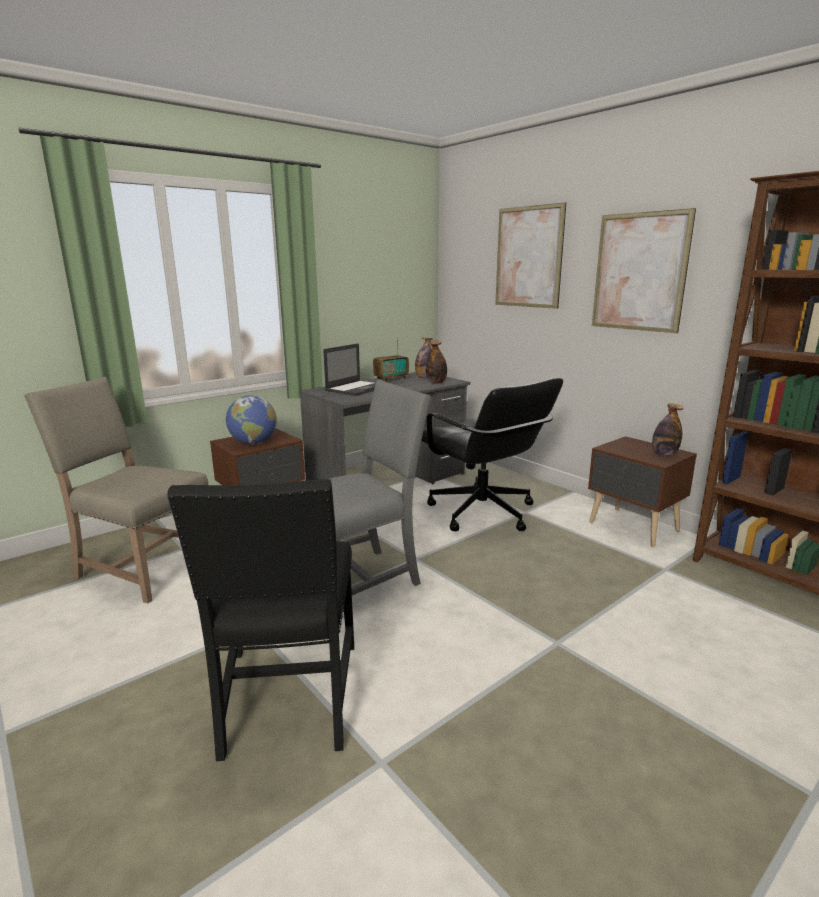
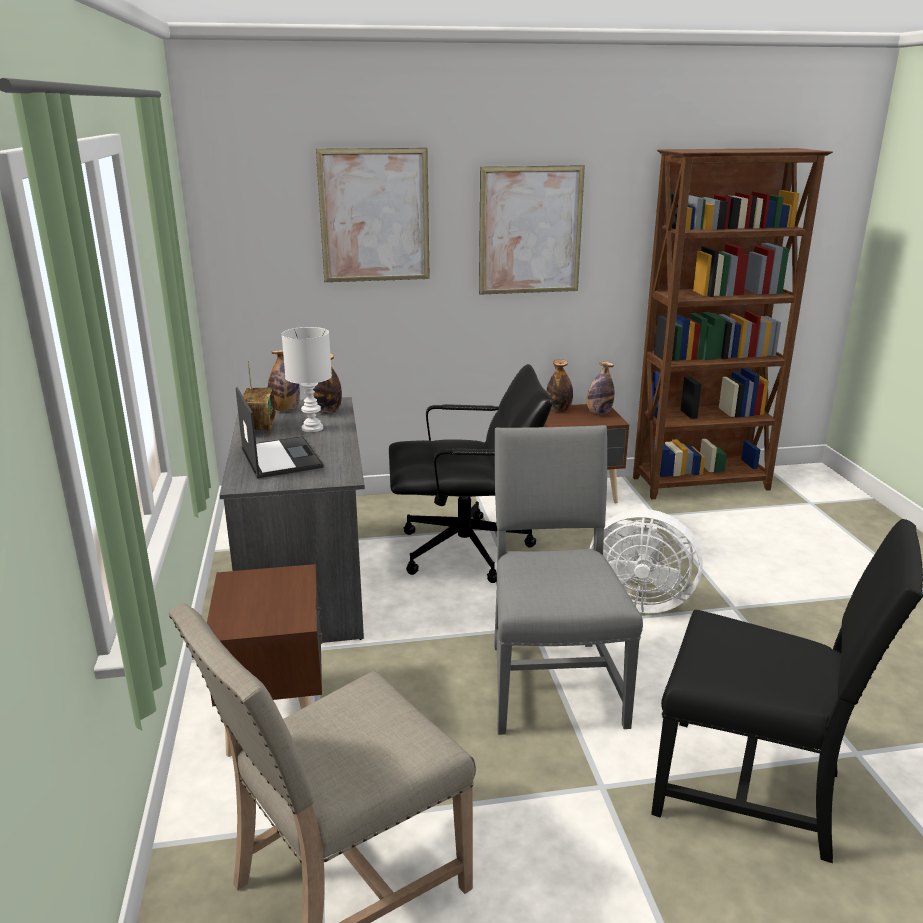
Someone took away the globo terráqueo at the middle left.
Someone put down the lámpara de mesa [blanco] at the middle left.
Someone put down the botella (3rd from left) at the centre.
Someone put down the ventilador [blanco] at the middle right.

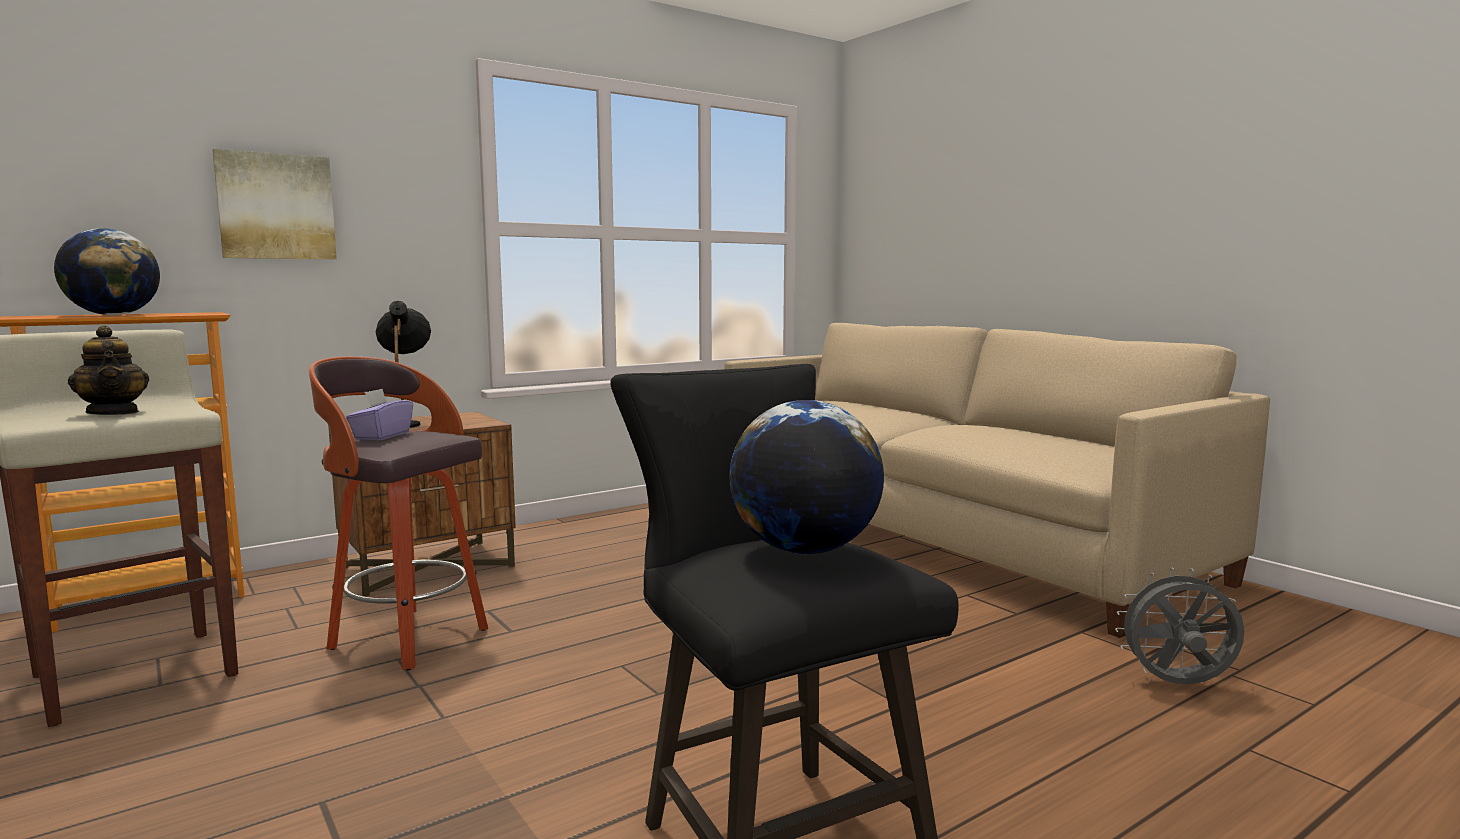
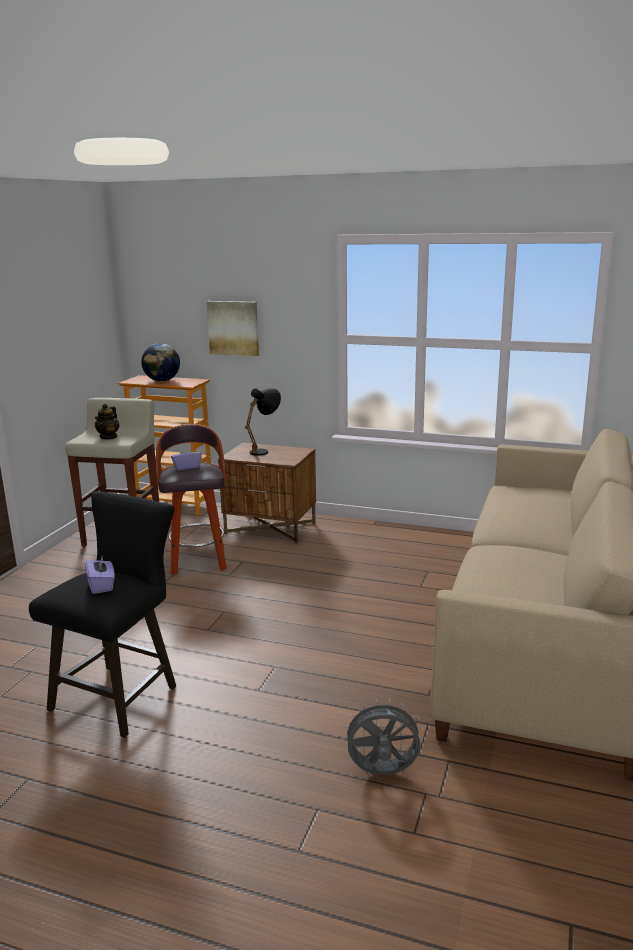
Someone swapped the globo terráqueo (2nd from left) at the centre for the caja de pañuelos [morado] (1st from left) at the middle left.
Someone rotated the ventilador [gris] at the bottom right by 60 degrees counterclockwise.

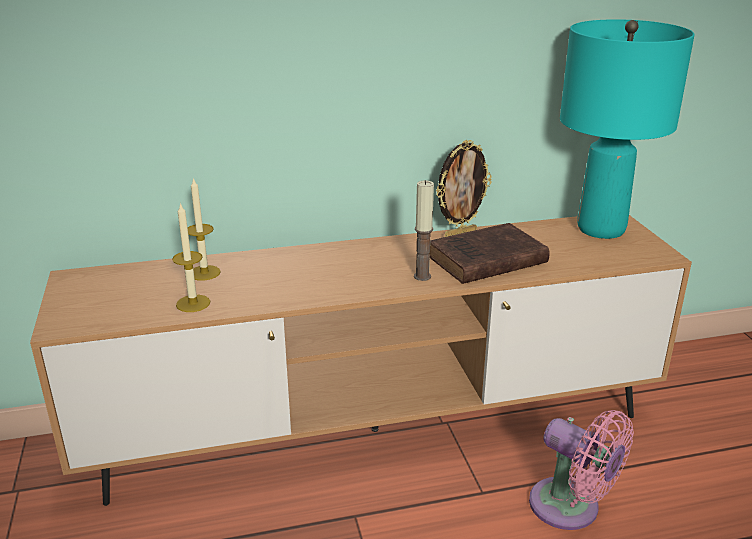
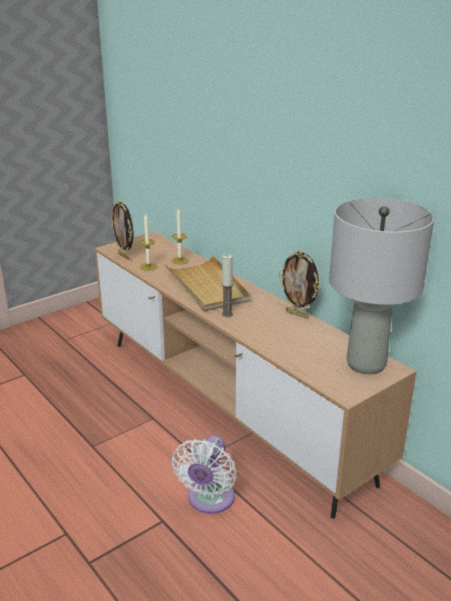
Someone repainted the lámpara de mesa [turquesa] at the top right, which became the lámpara de mesa [gris] at the middle right.
Someone took away the libro [marrón] at the centre.
Someone repainted the ventilador [rosa] at the bottom right, which became the ventilador [blanco] at the bottom centre.
Someone put down the portarretratos (1st from left) at the middle left.
Someone put down the bandeja [beis] at the centre.

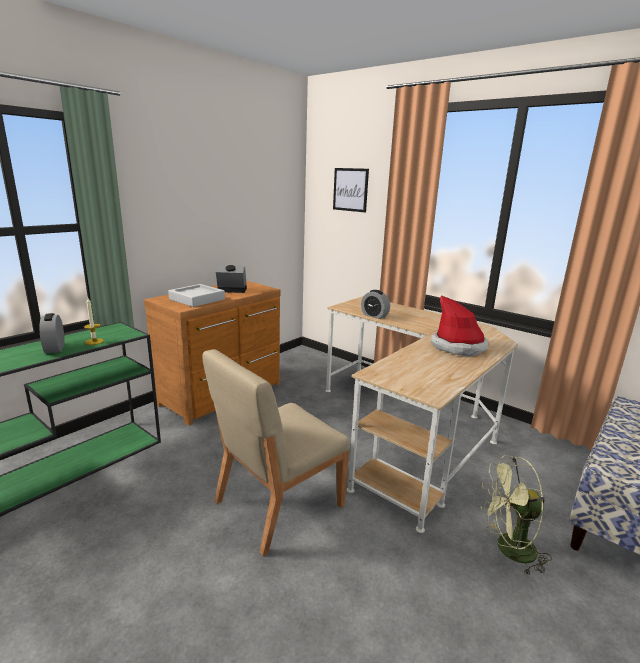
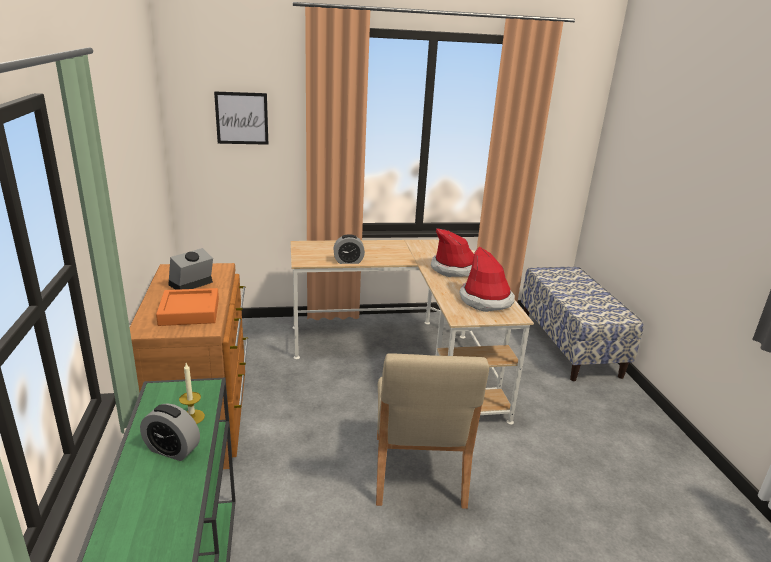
Someone repainted the bandeja [gris] at the middle left, which became the bandeja [naranja] at the middle left.
Someone took away the ventilador [verde] at the bottom right.
Someone put down the sombrero (2nd from left) at the centre.

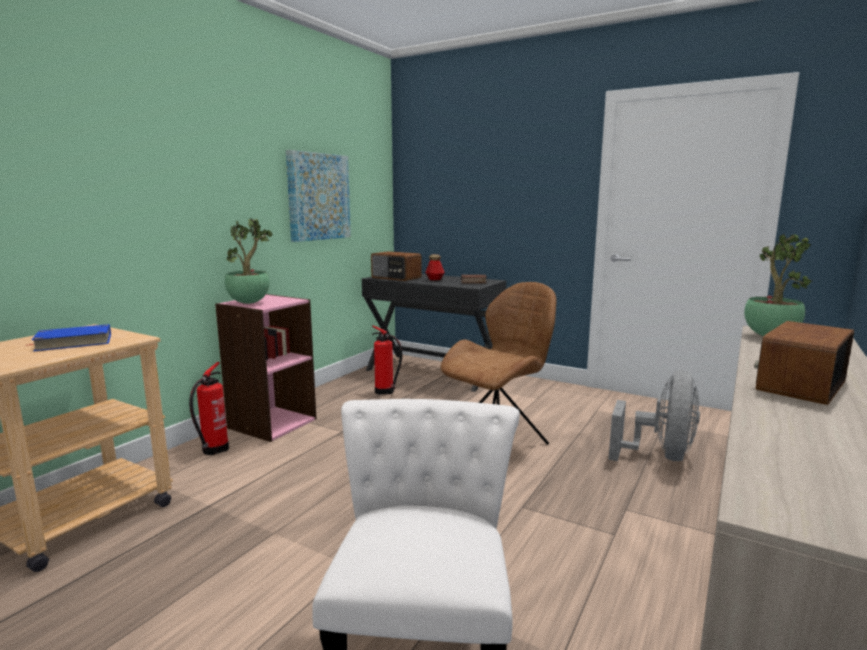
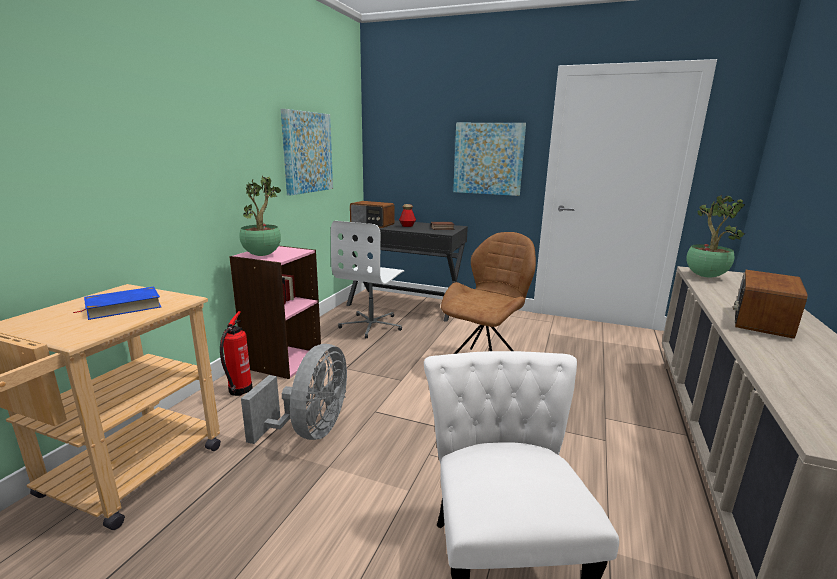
Someone swapped the extintor (2nd from left) at the centre for the silla de oficina [blanco] at the centre.
Someone carried the ventilador [gris] from the middle right to the bottom centre.
Someone put up the cuadro (2nd from left) at the top centre.

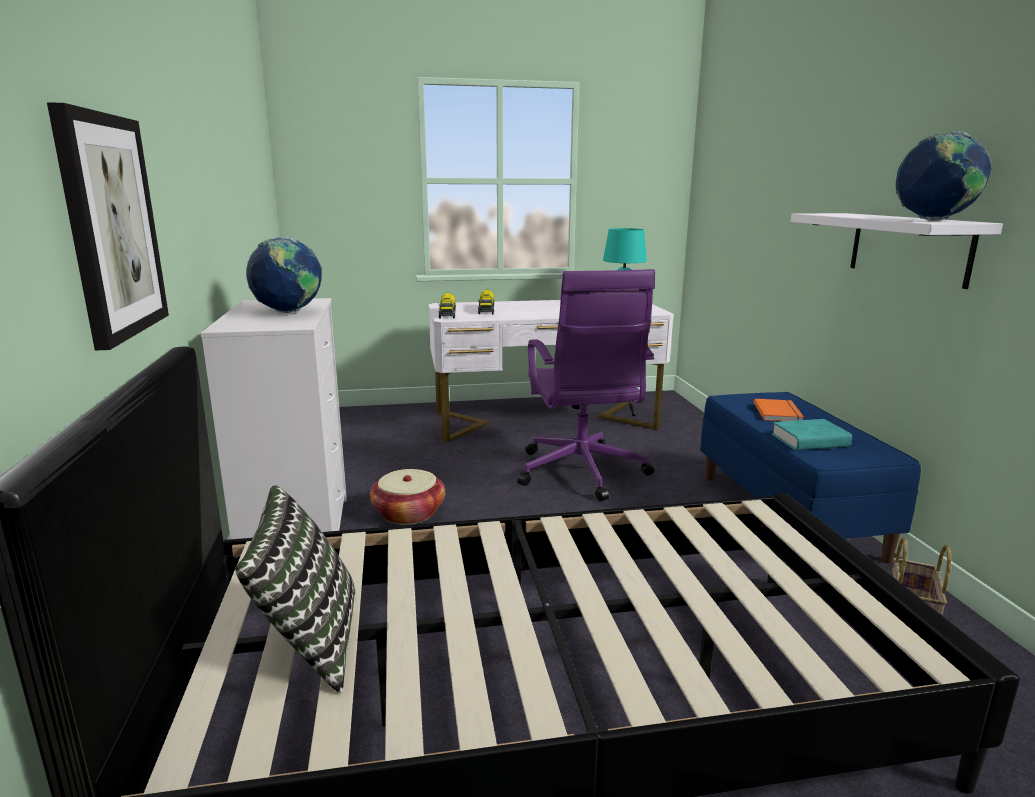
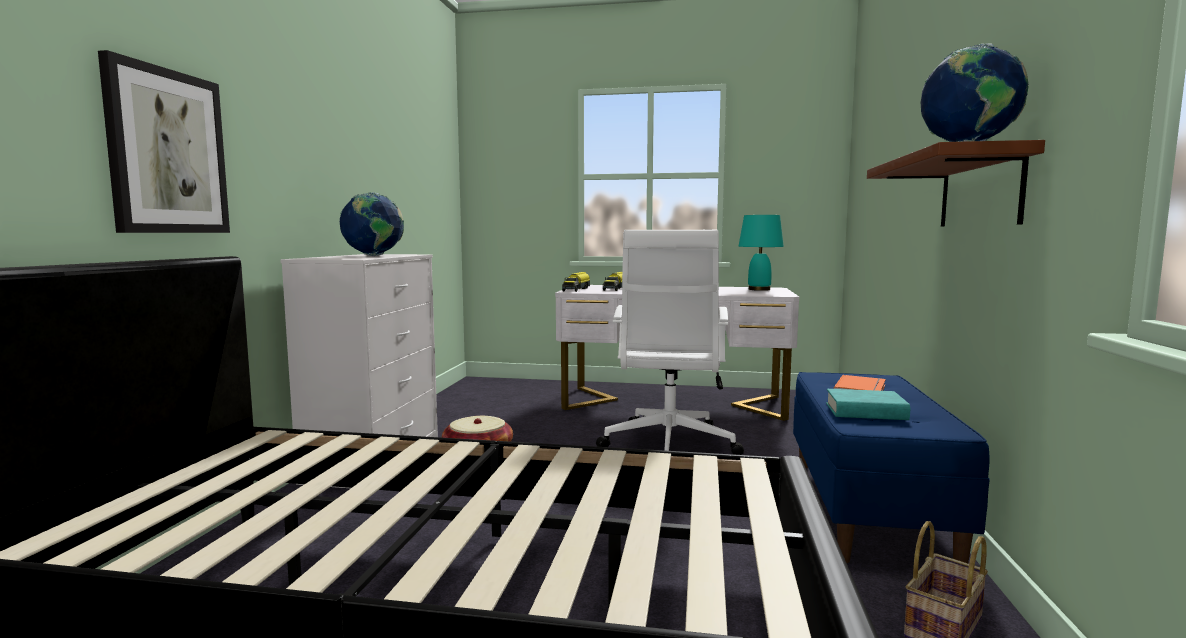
Someone repainted the estante [blanco] at the top right, which became the estante [marrón] at the top right.
Someone repainted the silla de oficina [morado] at the centre, which became the silla de oficina [blanco] at the centre.
Someone took away the cojín at the bottom left.

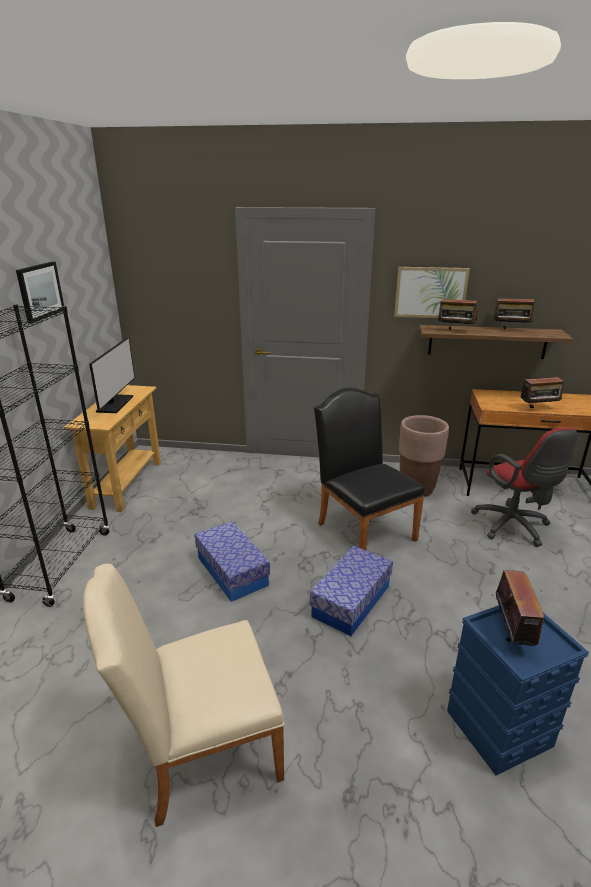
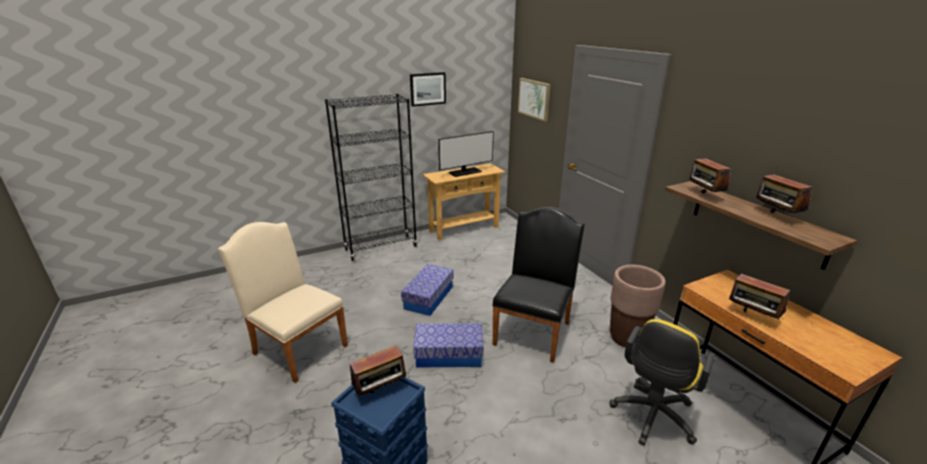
Someone carried the cuadro (2nd from left) from the top right to the top centre.
Someone repainted the silla de oficina [rojo] at the middle right, which became the silla de oficina [amarillo] at the bottom right.

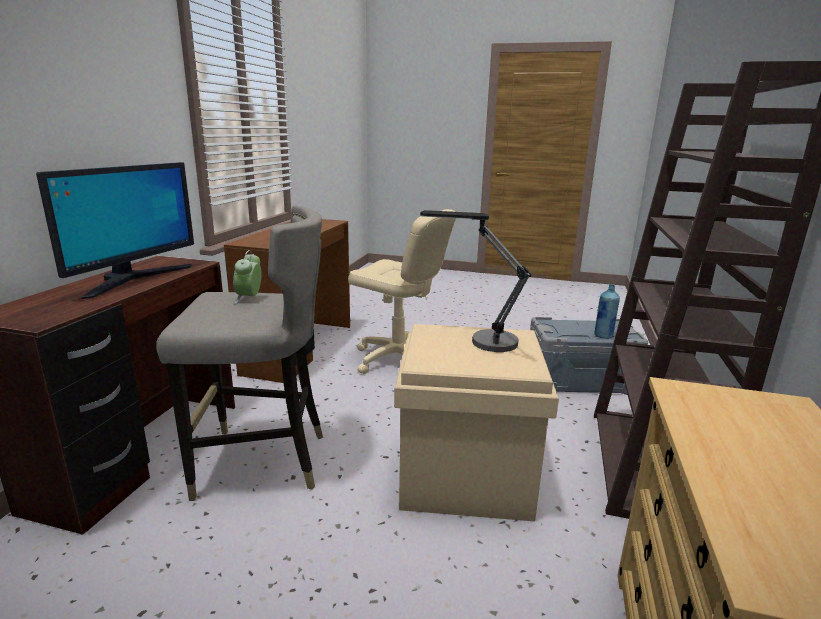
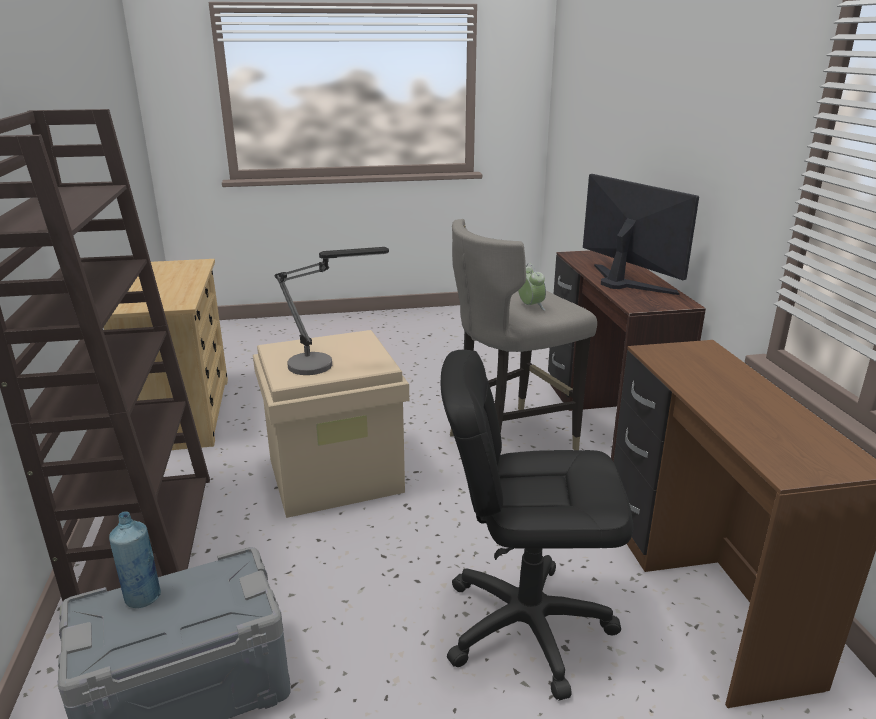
Someone rotated the monitor at the middle left by 150 degrees clockwise.
Someone repainted the silla de oficina [beis] at the centre, which became the silla de oficina [negro] at the bottom centre.

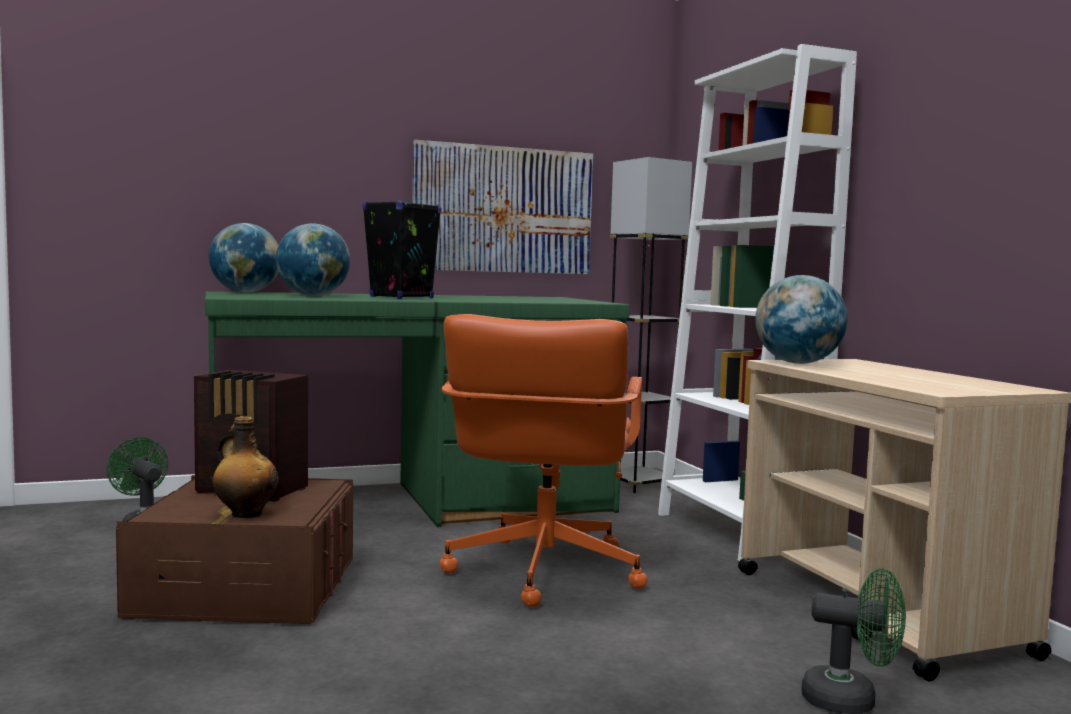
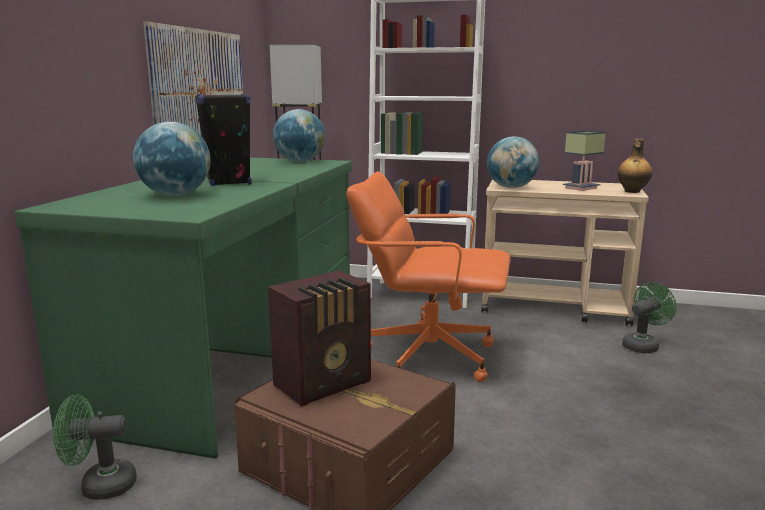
Someone carried the globo terráqueo (1st from left in the first image) from the middle left to the top centre.
Someone rotated the silla de oficina [naranja] at the centre by 150 degrees clockwise.
Someone carried the botella from the middle left to the top right.
Someone put down the lámpara de mesa at the top right.

